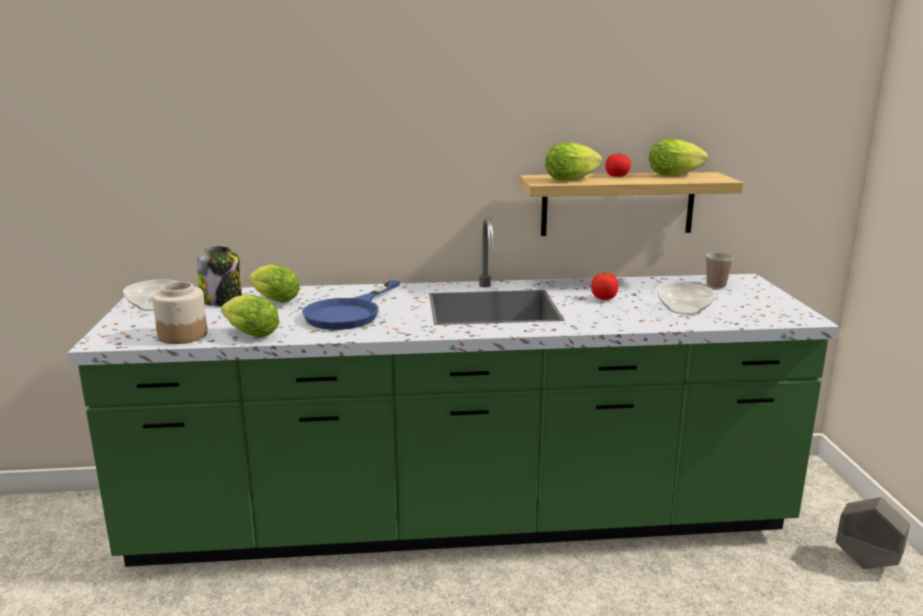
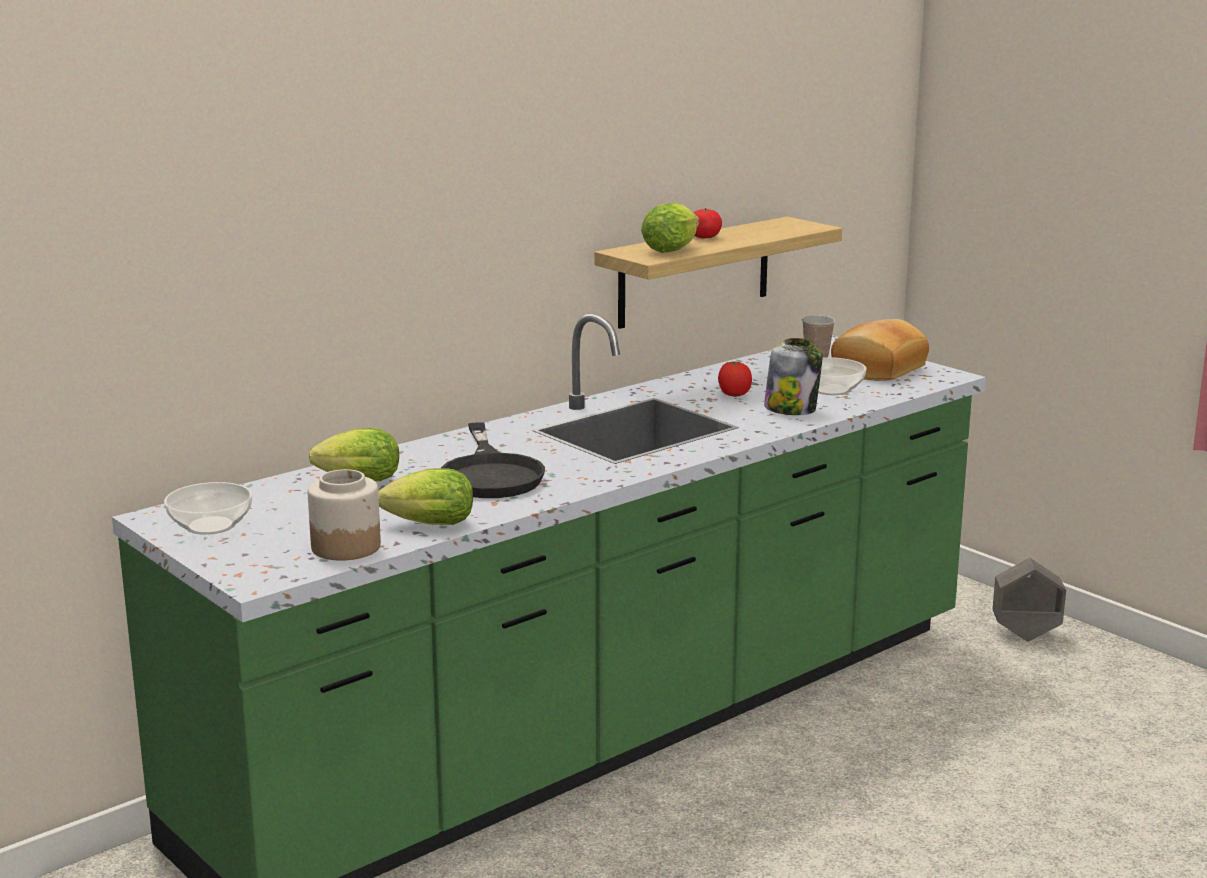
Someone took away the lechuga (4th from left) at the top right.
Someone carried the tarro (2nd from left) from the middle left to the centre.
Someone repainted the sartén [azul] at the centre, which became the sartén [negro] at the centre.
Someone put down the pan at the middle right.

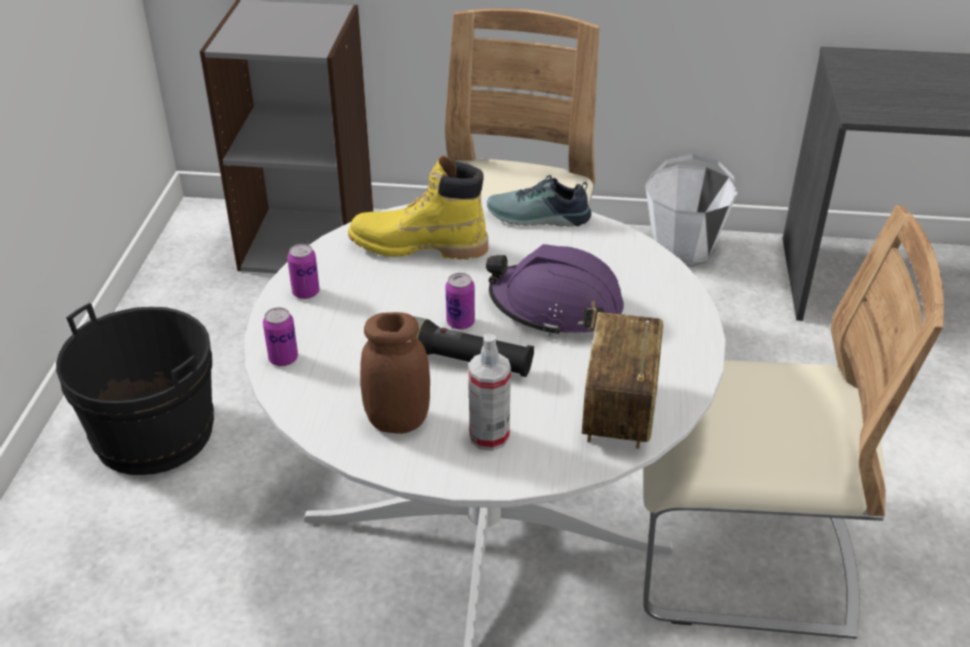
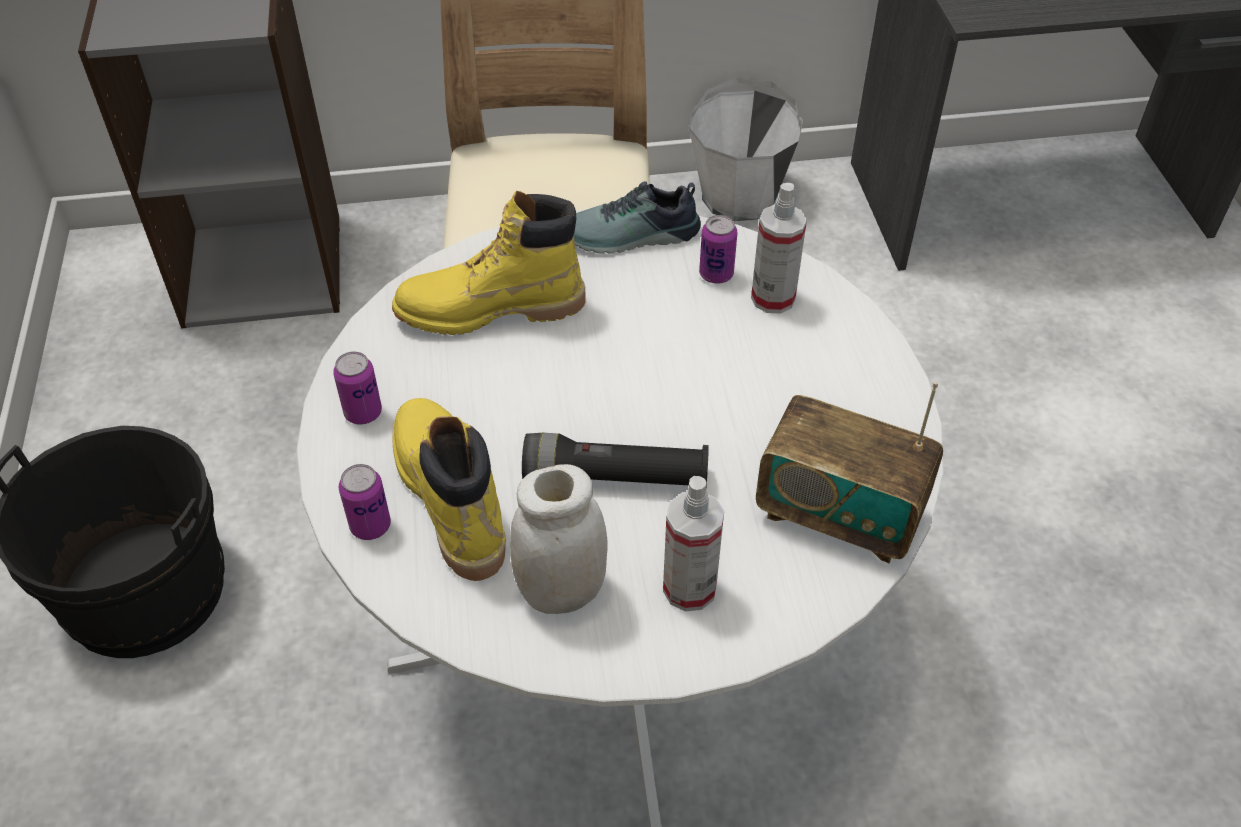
Someone took away the silla [beis] (2nd from left) at the middle right.
Someone took away the casco [morado] at the centre.
Someone carried the lata (3rd from left) from the centre to the top centre.
Someone repainted the tarro [marrón] at the centre, which became the tarro [blanco] at the centre.
Someone rotated the radio at the centre by 60 degrees counterclockwise.
Someone put down the pulverizador (2nd from left) at the top centre.
Someone put down the bota [amarillo] (1st from left) at the centre.

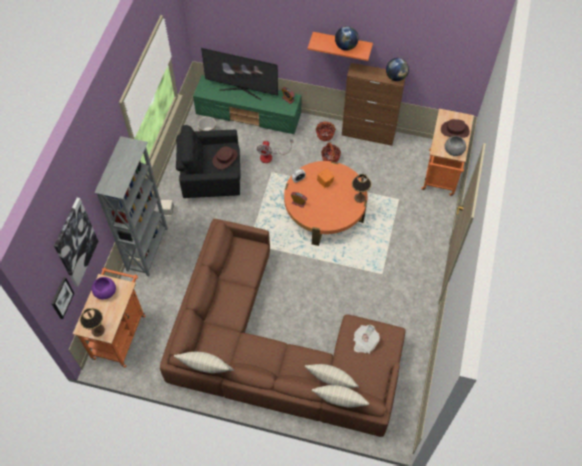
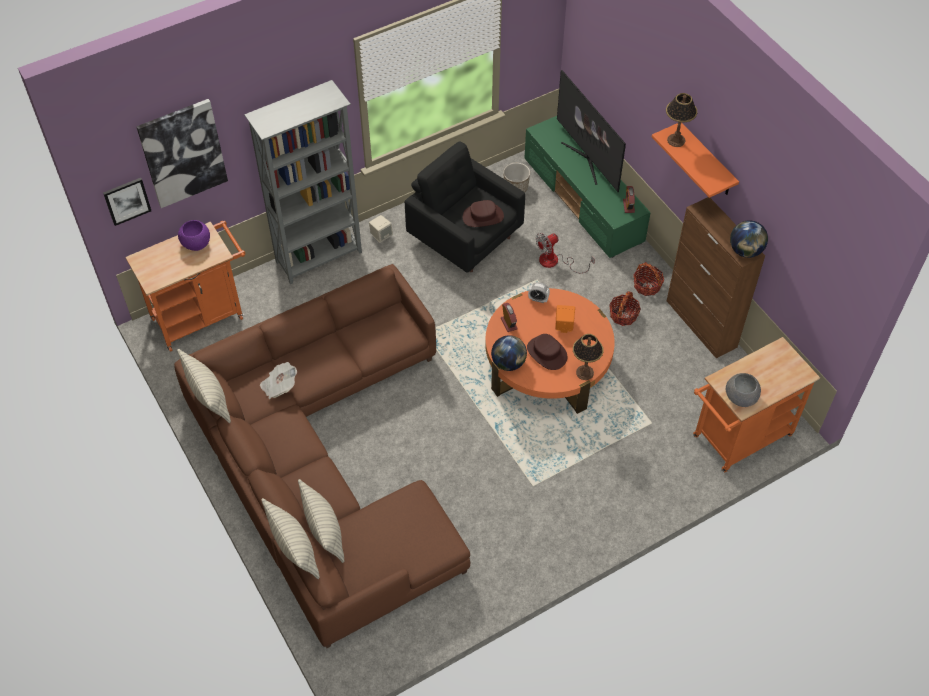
Someone carried the globo terráqueo (1st from left) from the top centre to the centre.
Someone carried the sombrero [marrón] (2nd from left) from the top right to the centre.
Someone carried the lámpara de mesa (1st from left in the first image) from the bottom left to the top right.
Someone carried the periódico from the bottom centre to the middle left.

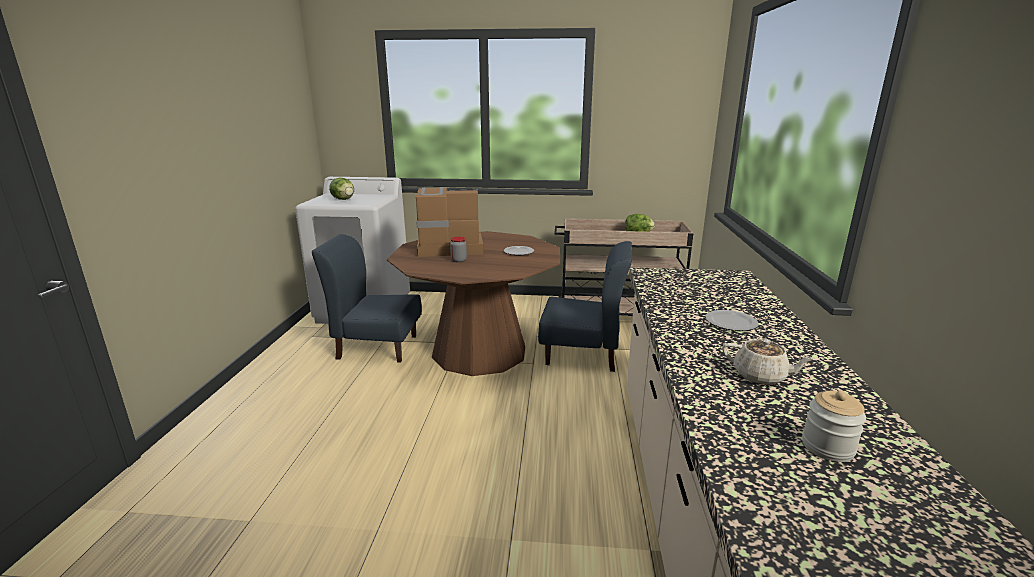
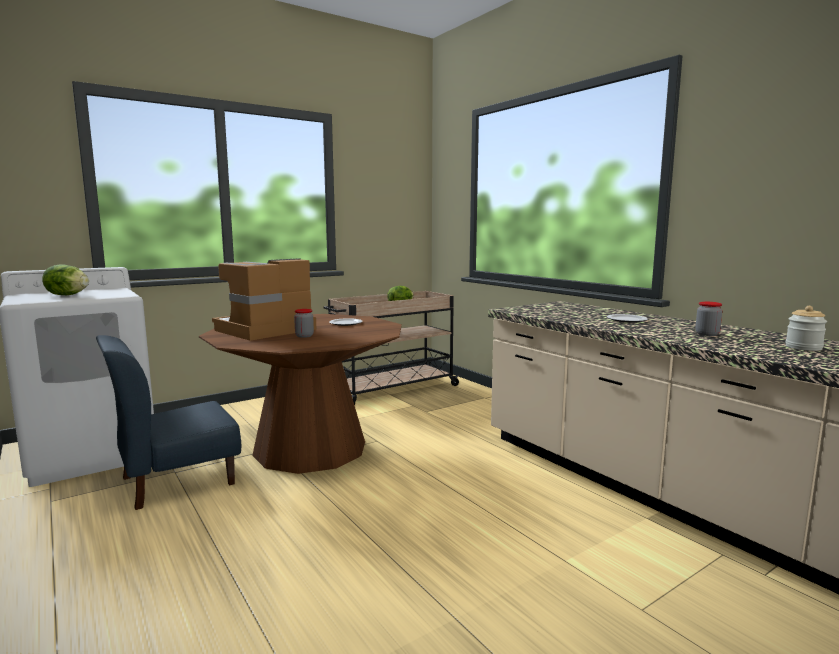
Someone took away the silla [azul] (2nd from left) at the centre.
Someone swapped the tetera [beis] at the middle right for the tarro (2nd from left) at the middle right.

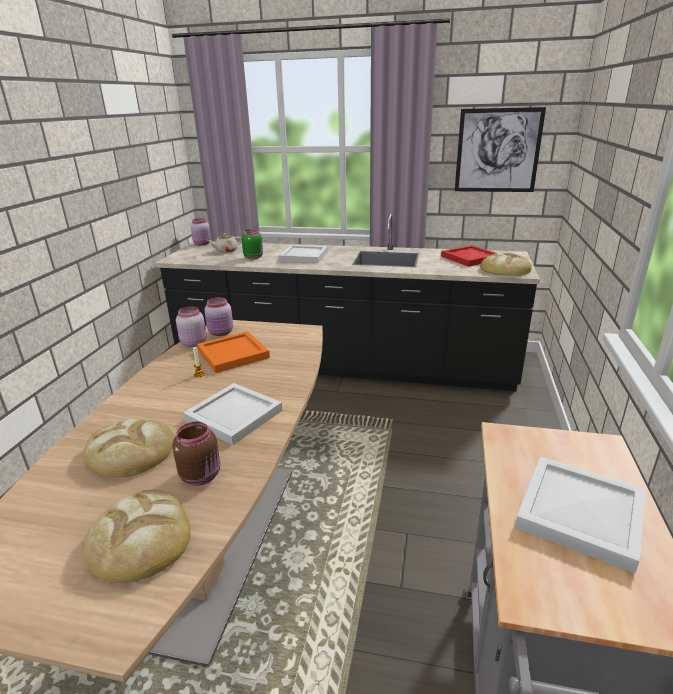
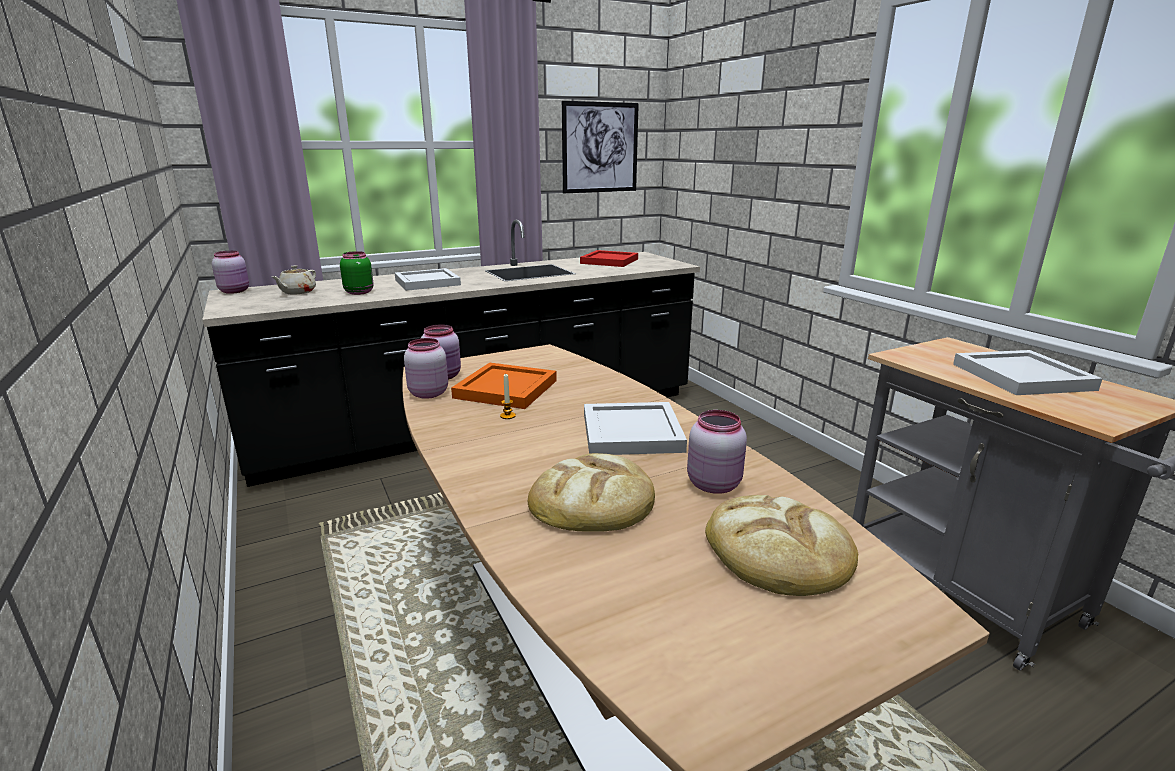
Someone took away the pan (3rd from left) at the middle right.
Someone repainted the tarro [marrón] at the middle left, which became the tarro [rosa] (4th from left) at the centre.

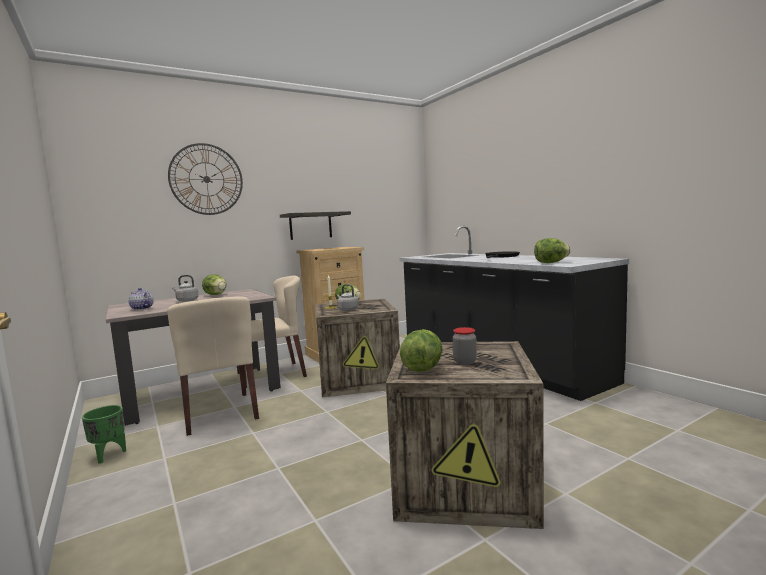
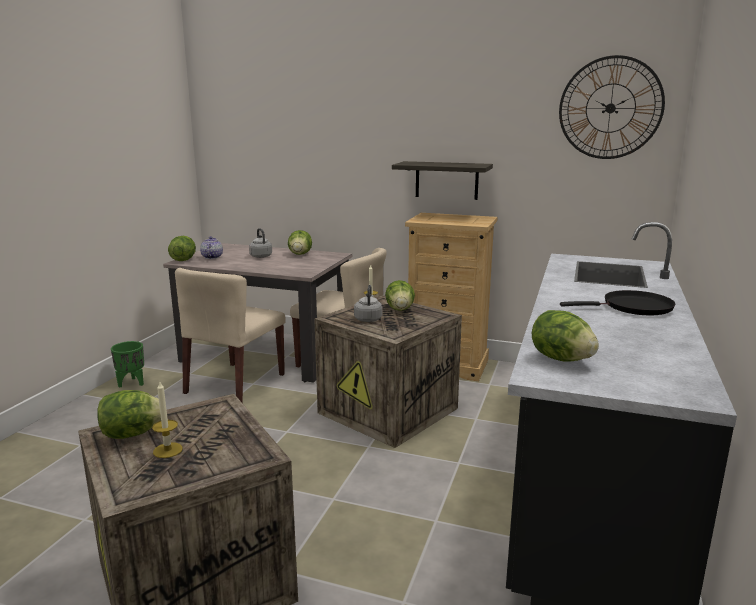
Someone carried the reloj de pared from the top left to the top right.
Someone swapped the tarro at the centre for the vela (1st from left) at the bottom left.
Someone put down the lechuga (2nd from left) at the middle left.

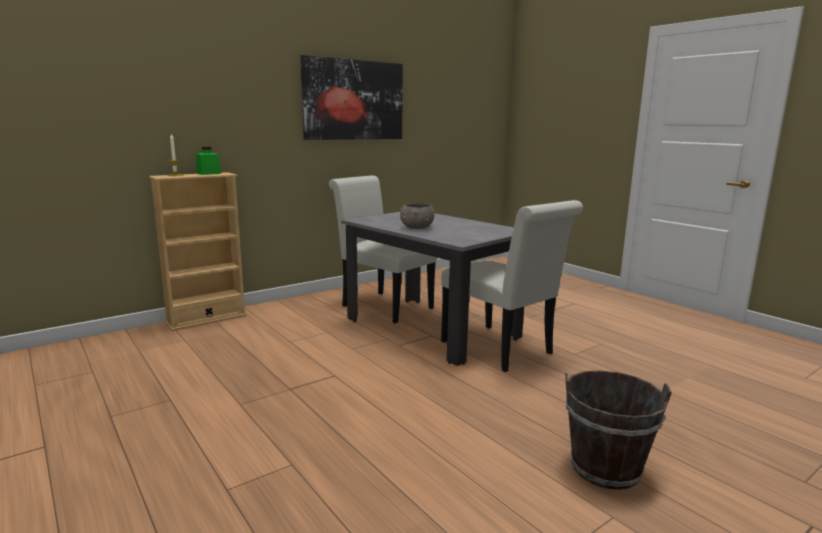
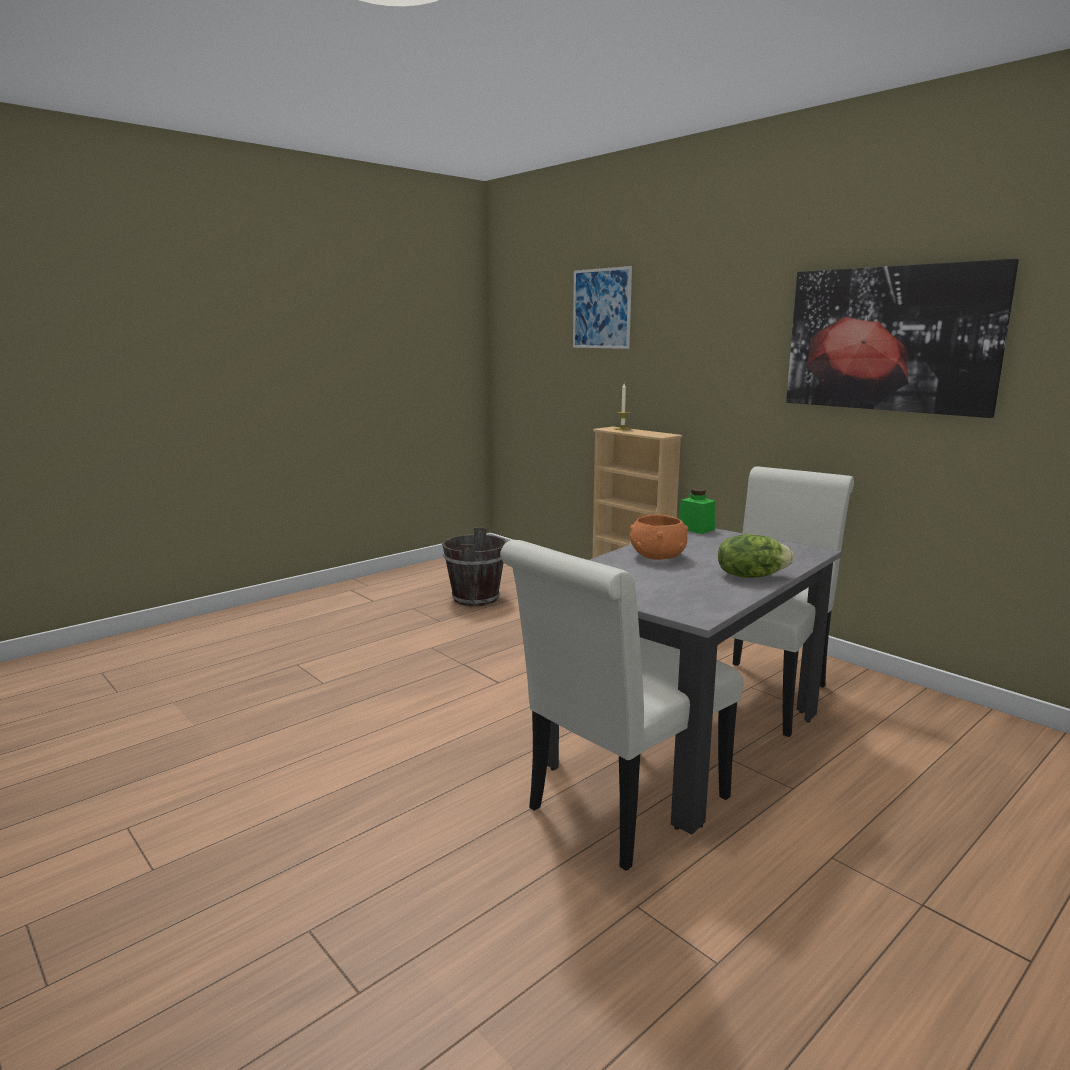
Someone carried the tarro [verde] from the top left to the centre.
Someone repainted the cuenco [gris] at the centre, which became the cuenco [naranja] at the centre.
Someone carried the cubo [marrón] from the bottom right to the centre.
Someone put up the cuadro (1st from left) at the top centre.
Someone put down the lechuga at the middle right.

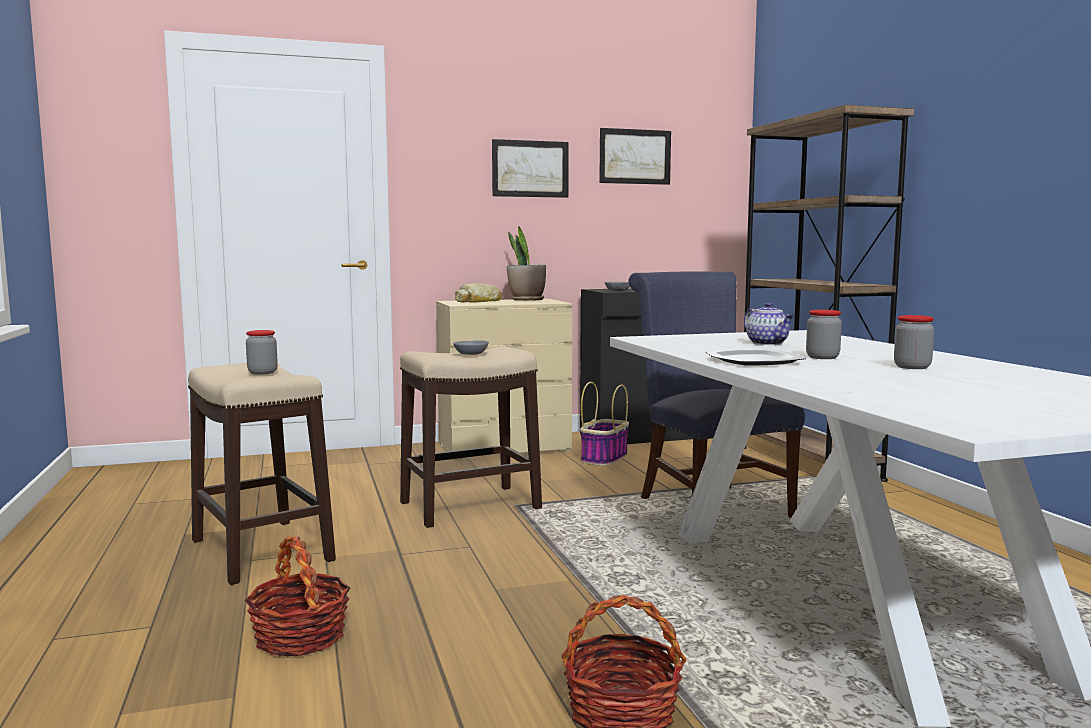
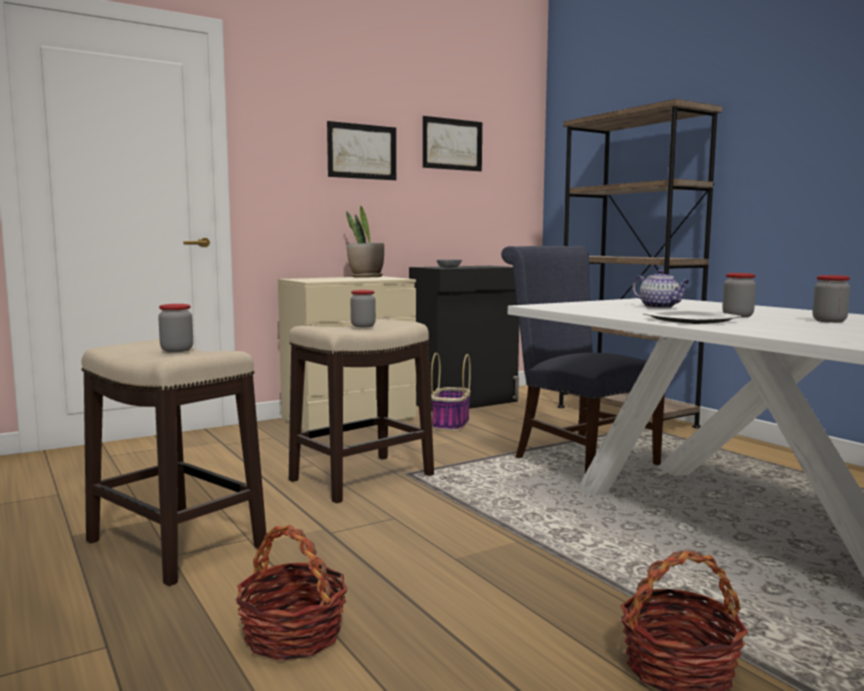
Someone took away the pan at the centre.
Someone swapped the cuenco [gris] (1st from left) at the centre for the tarro (2nd from left) at the centre.

